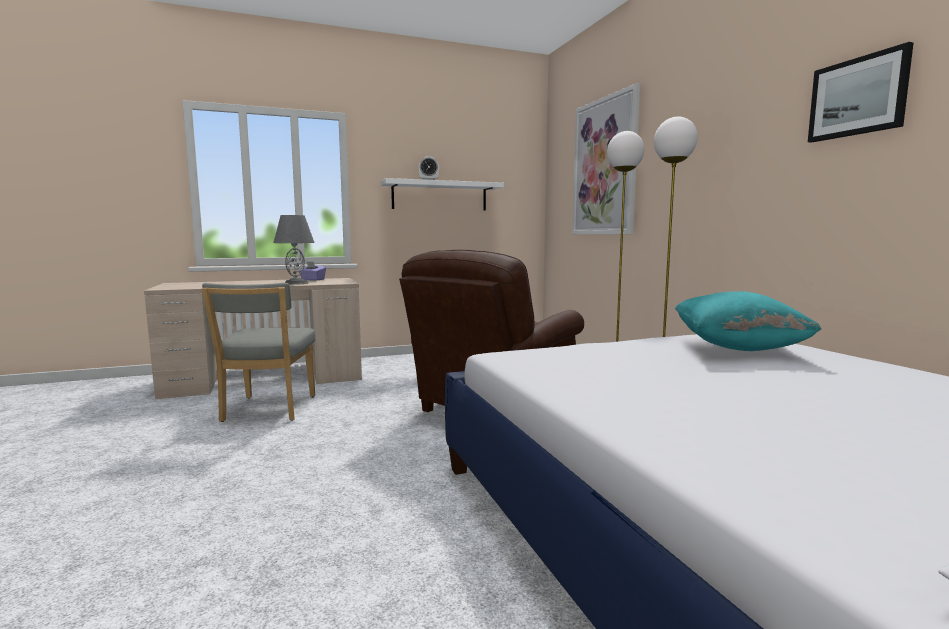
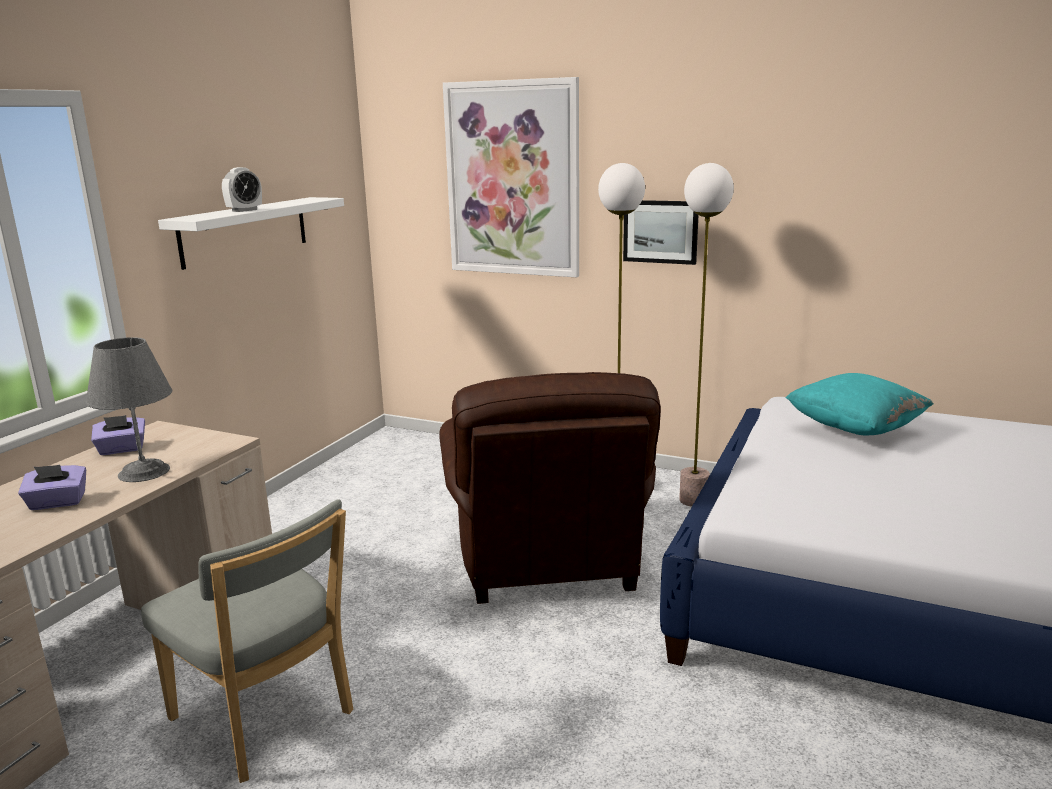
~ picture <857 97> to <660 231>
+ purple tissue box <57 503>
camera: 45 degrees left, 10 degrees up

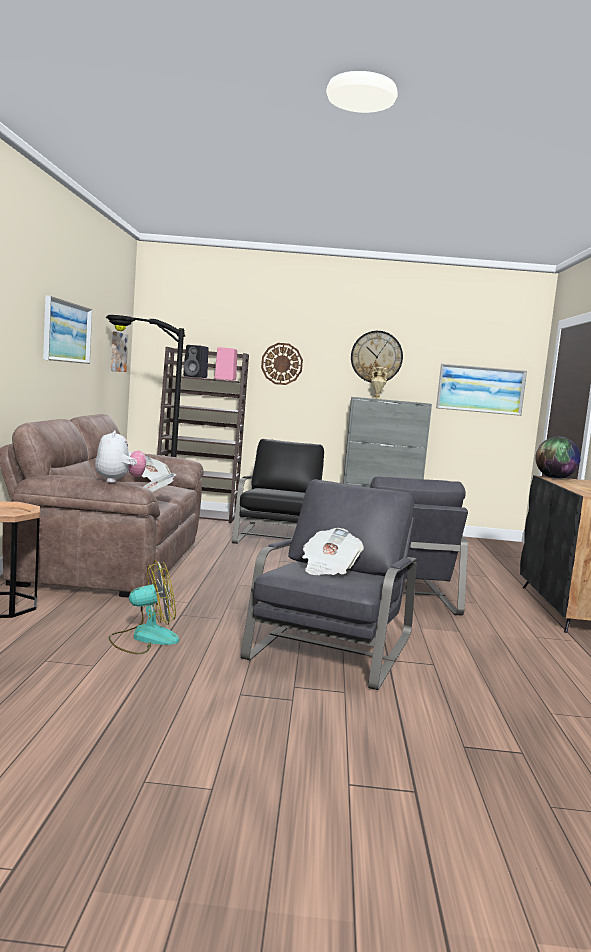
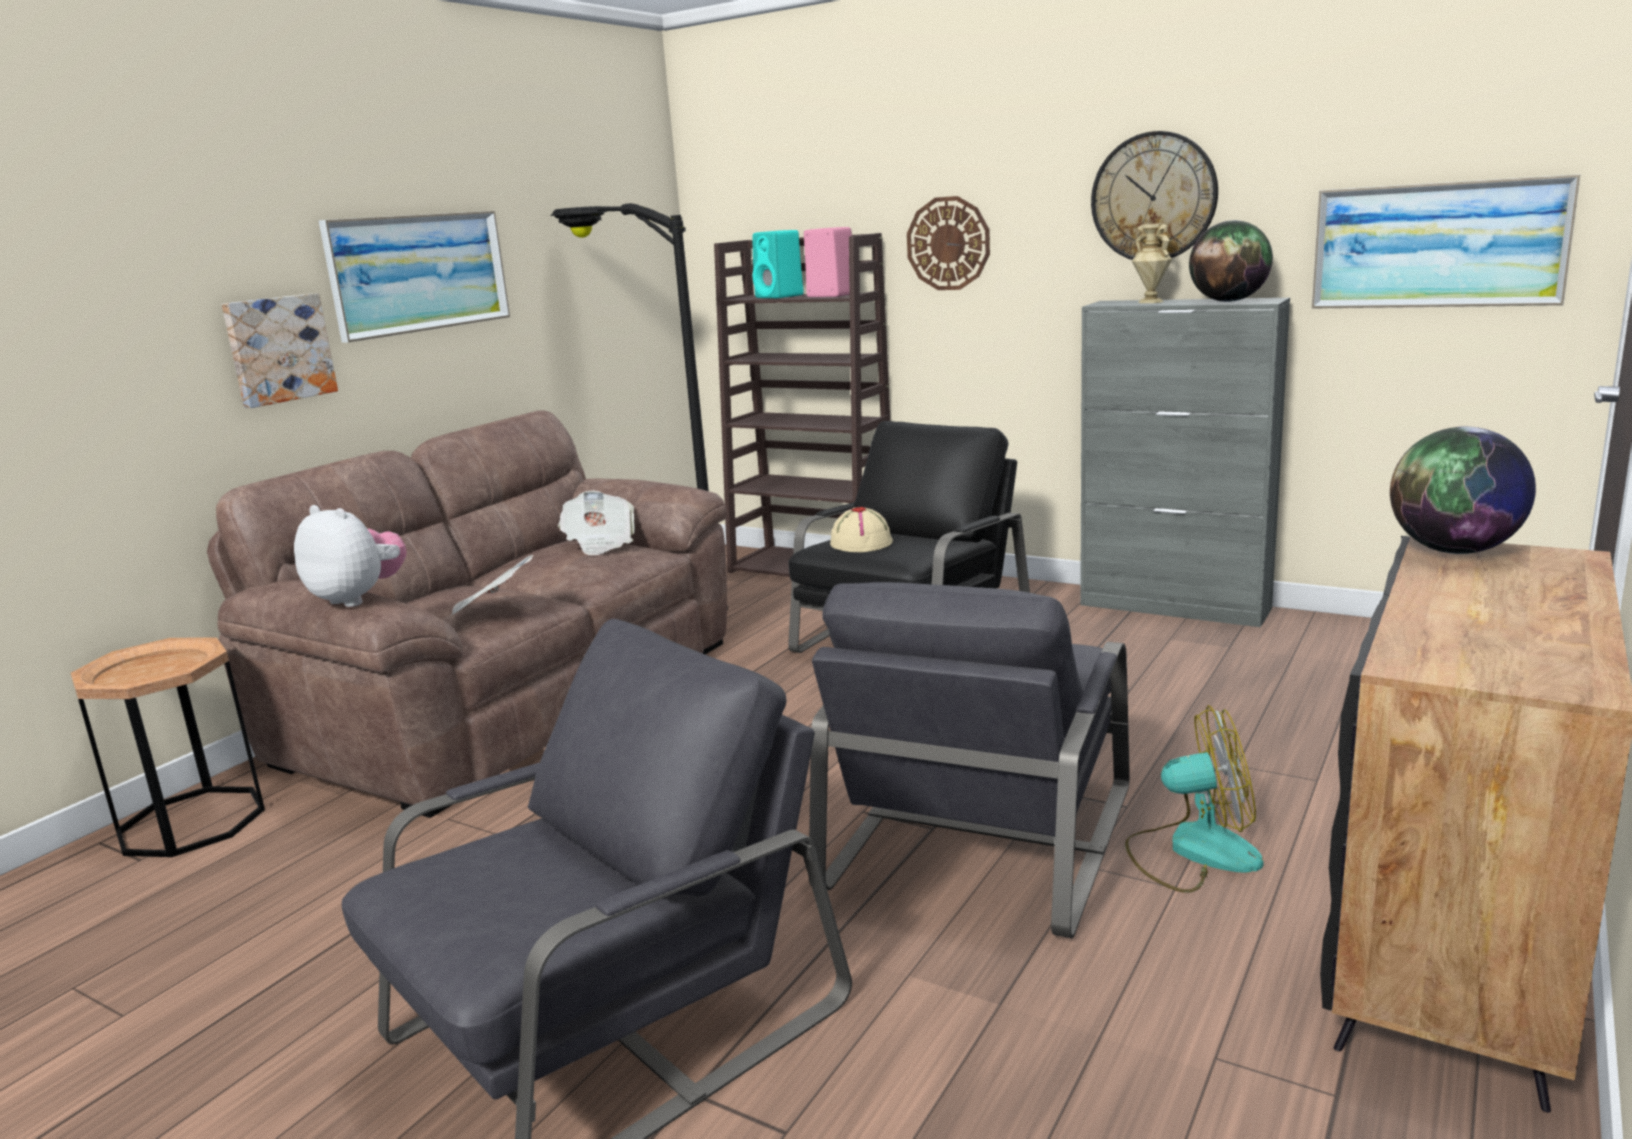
~ plush toy <119 481> = <358 598> 75 degrees counterclockwise
~ fan <144 638> to <1192 851>
~ picture <117 352> to <278 349>
~ black speaker <196 377> to turquoise speaker <780 296>
- newspaper <328 569>
+ beige hat <861 543>
+ globe <1228 301>
camera: 30 degrees right, 10 degrees up

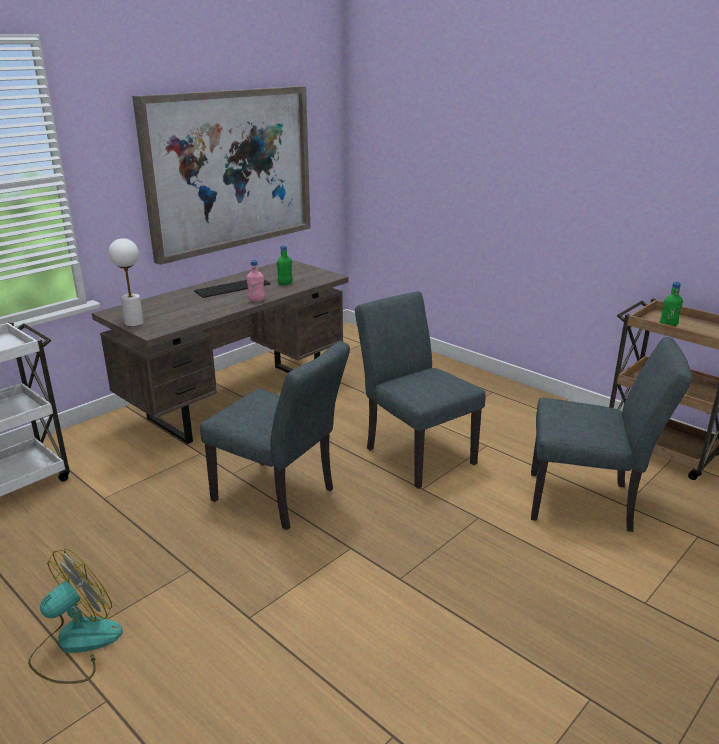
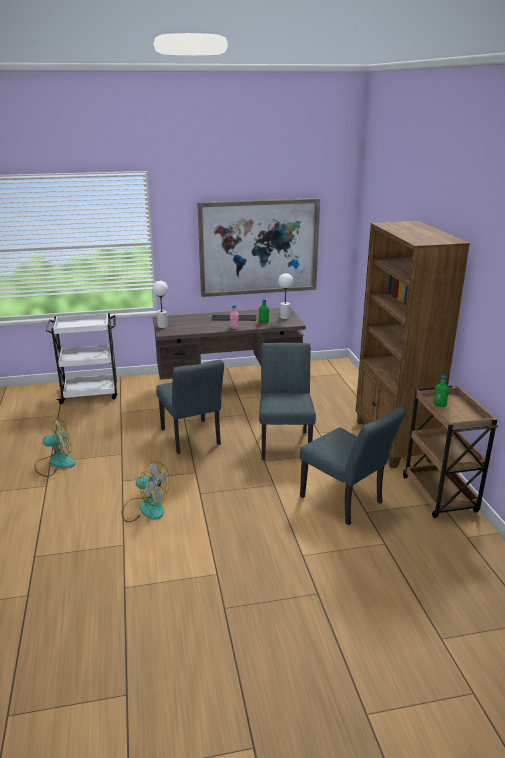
+ fan <145 508>
+ white table lamp <284 317>
+ brown bookcase <393 441>
camera: 35 degrees right, 0 degrees up

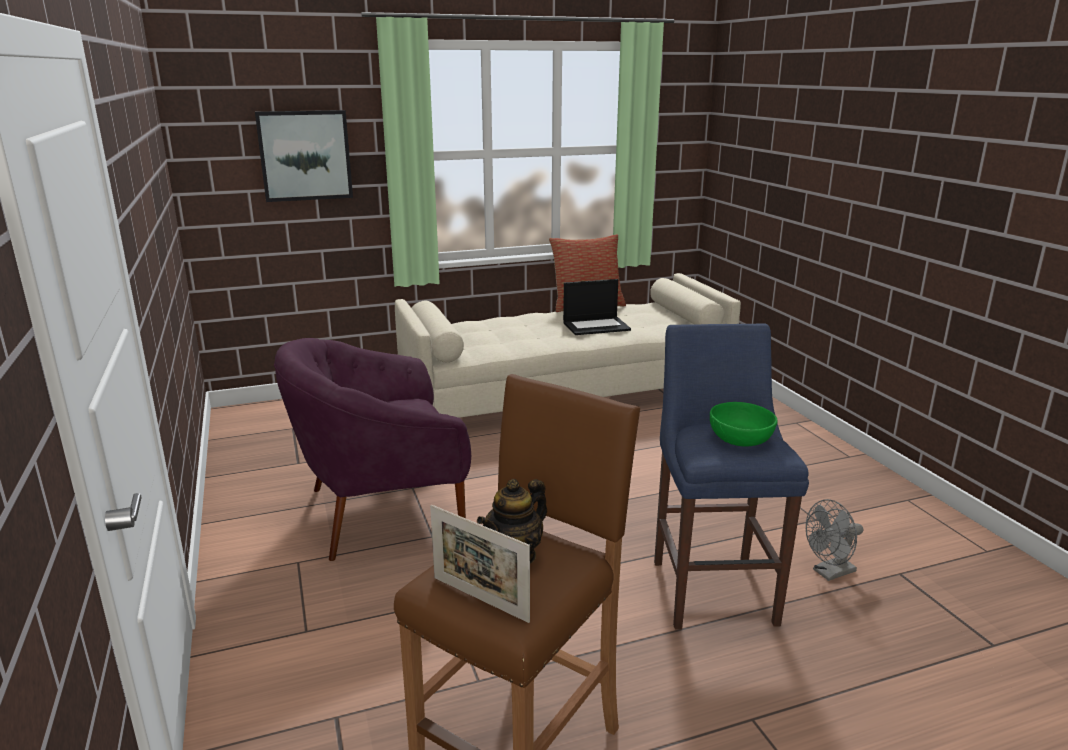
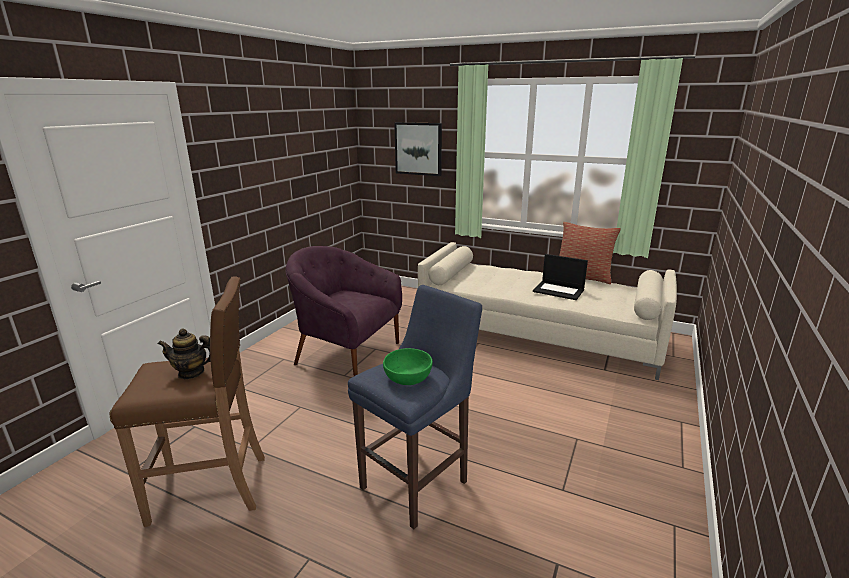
- picture frame <480 599>
- grey fan <829 573>
camera: 45 degrees right, 0 degrees up

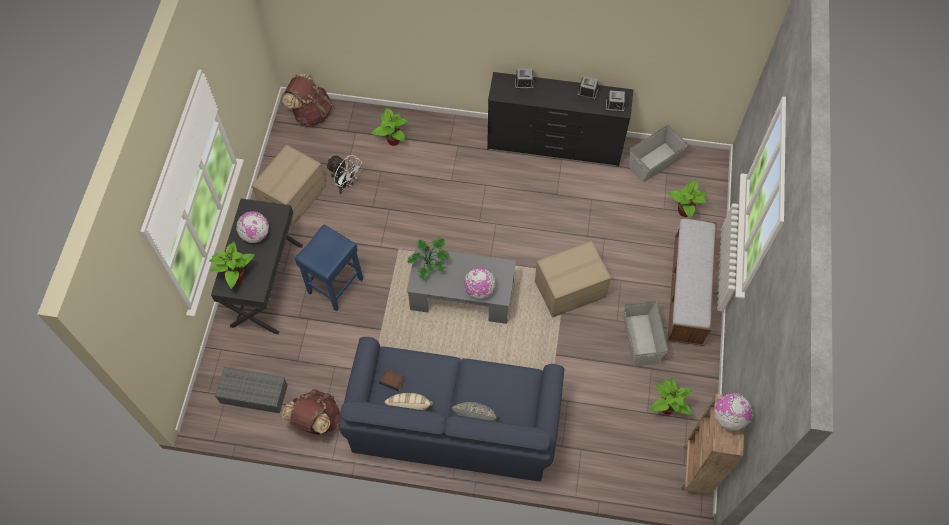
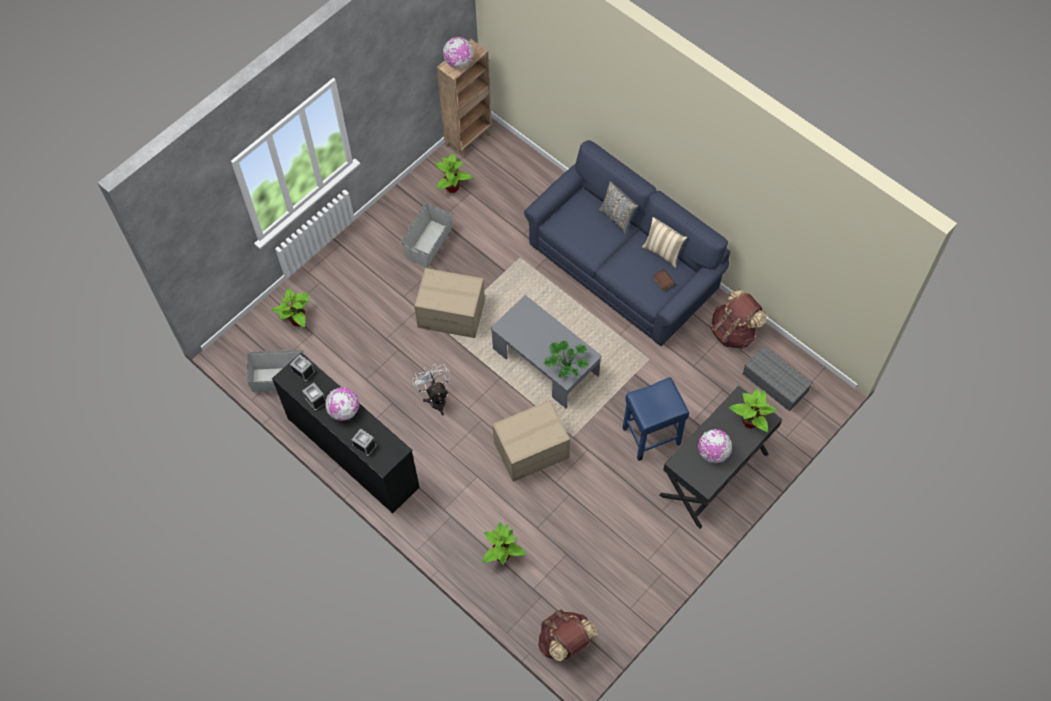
~ cardboard box <292 196> to <531 451>
~ white fan <346 184> to <436 398>
~ globe <479 290> to <344 411>
- bench <687 291>
camera: 145 degrees left, 0 degrees up

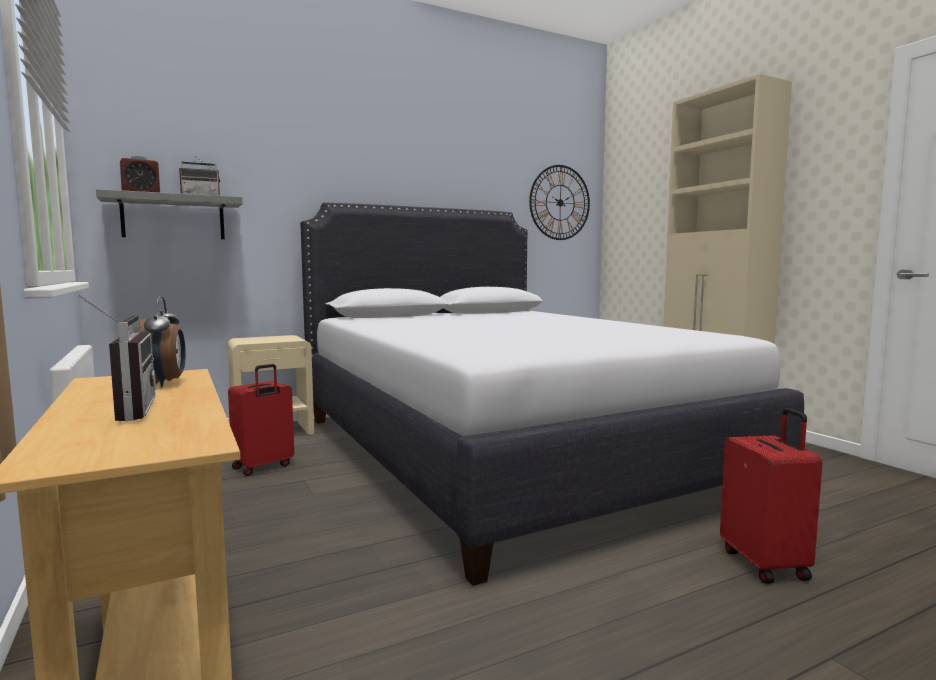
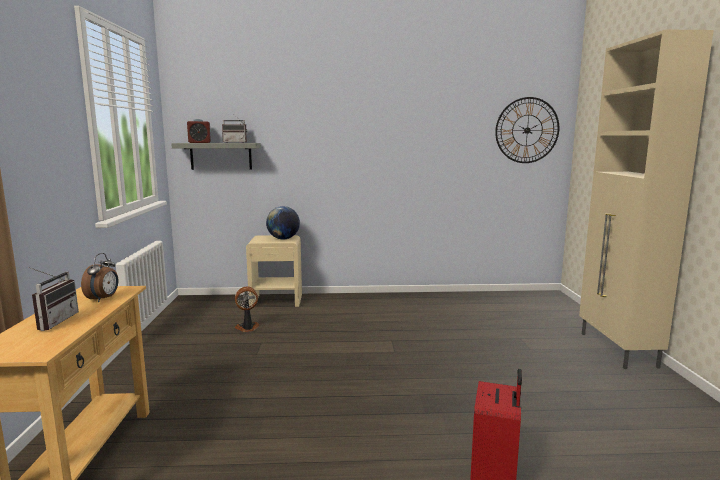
~ red suitcase <263 467> to fan <247 328>
- white bed <503 451>
+ globe <283 239>
camera: 25 degrees right, 5 degrees up

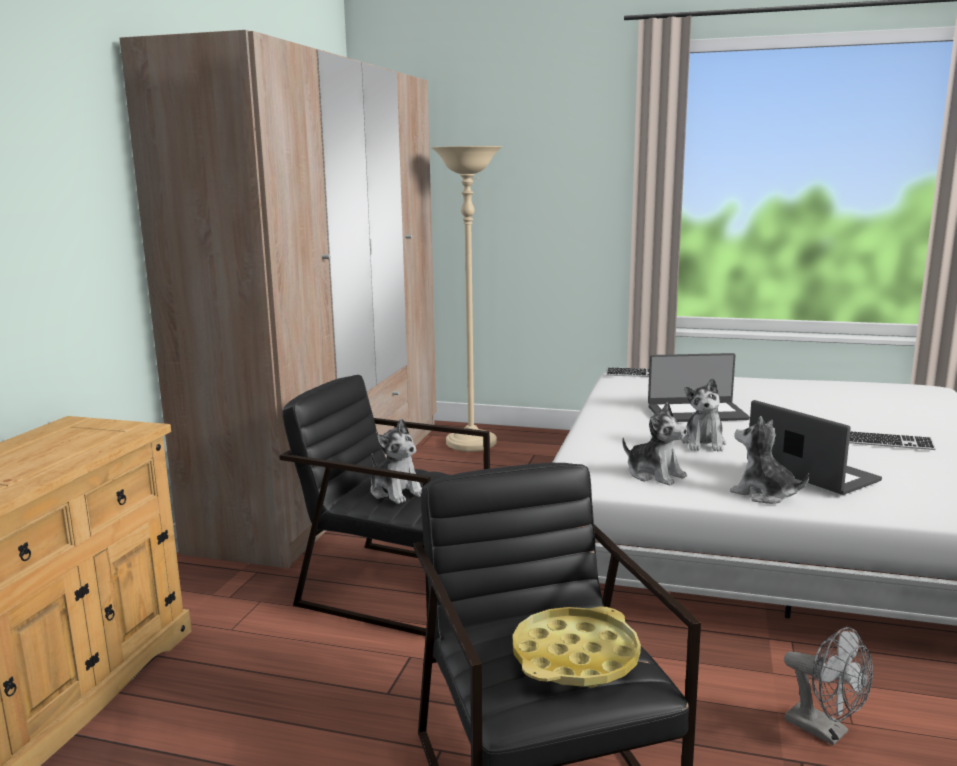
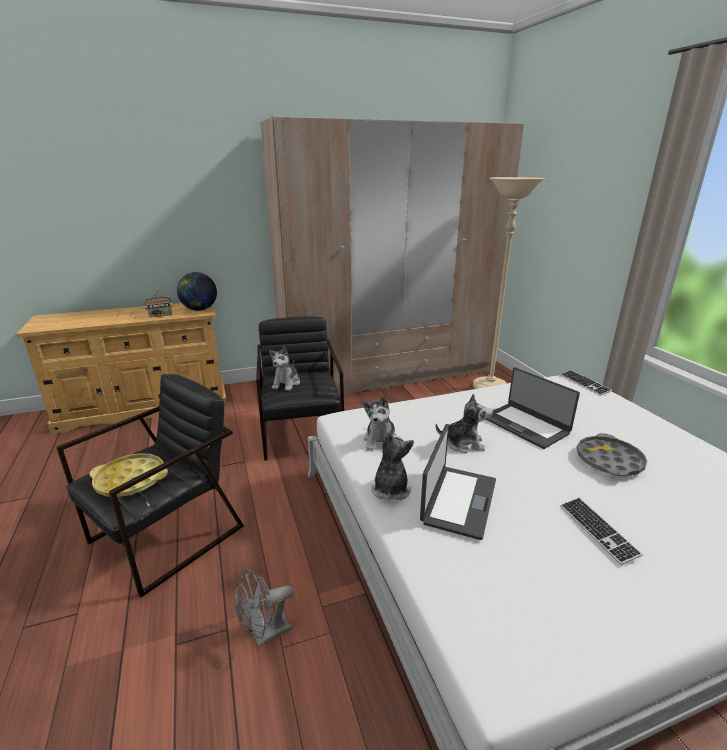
~ plush toy <704 443> = <463 443> 150 degrees counterclockwise
~ grey fan <825 731> = <265 634> 45 degrees clockwise
+ radio <160 315>
+ globe <199 310>
+ grey tray <609 460>
camera: 55 degrees right, 10 degrees up

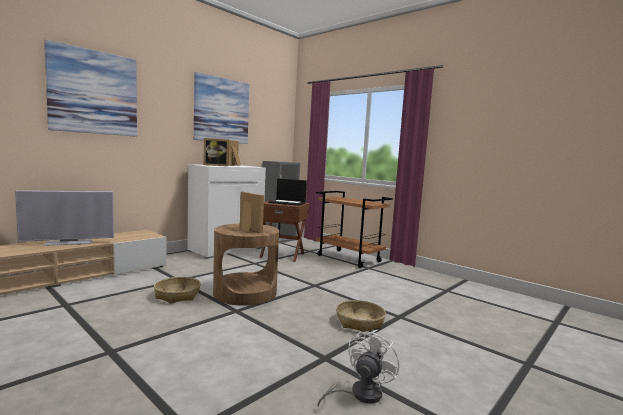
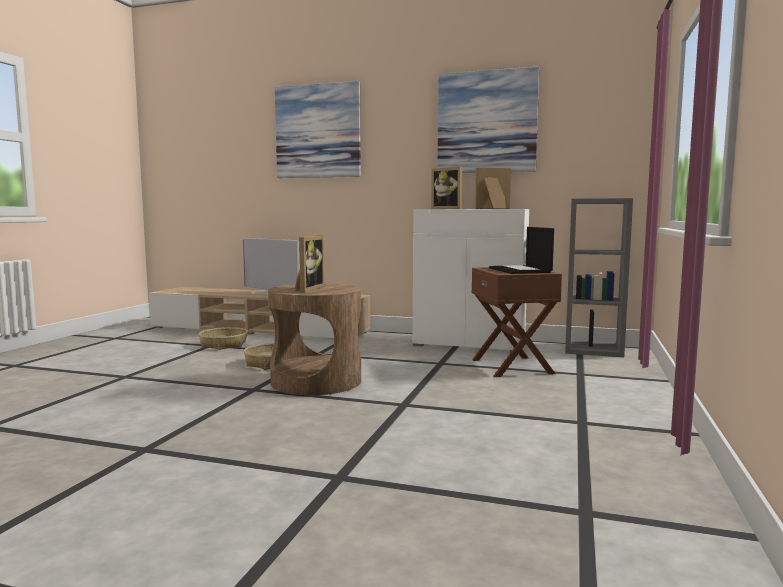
- brown cart <349 258>
- white fan <359 394>
~ basket <359 322> to <224 344>
camera: 65 degrees right, 0 degrees up

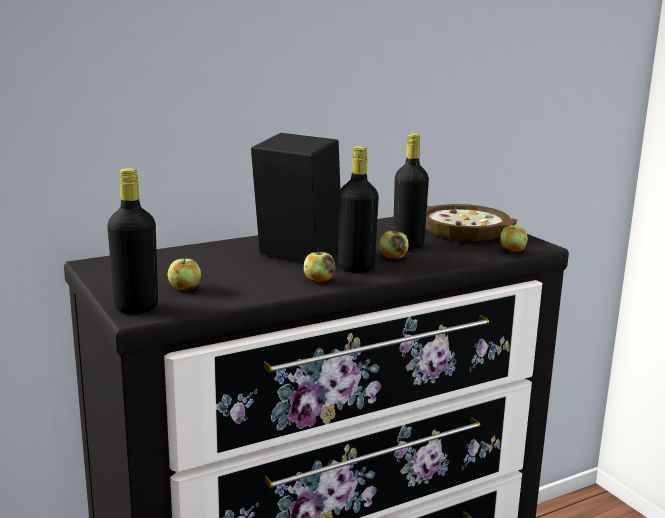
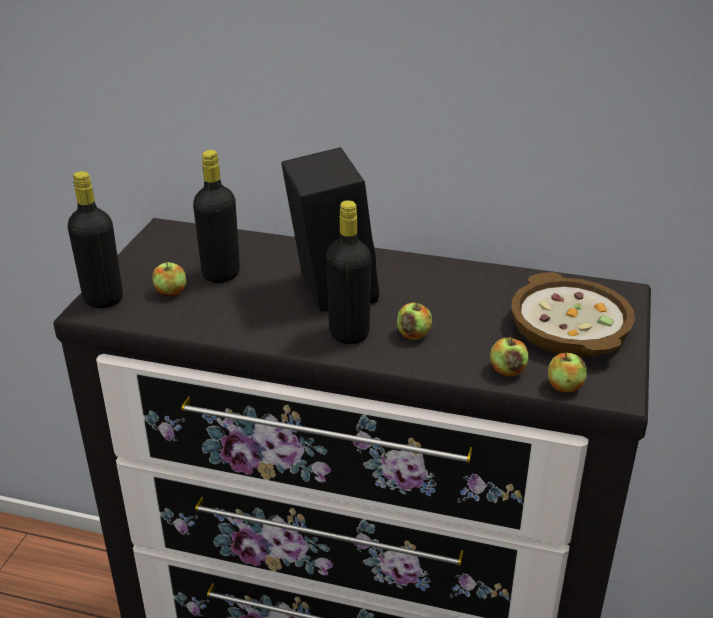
~ apple <319 280> to <507 370>
~ black bottle <408 245> to <221 274>
camera: 45 degrees right, 15 degrees up

